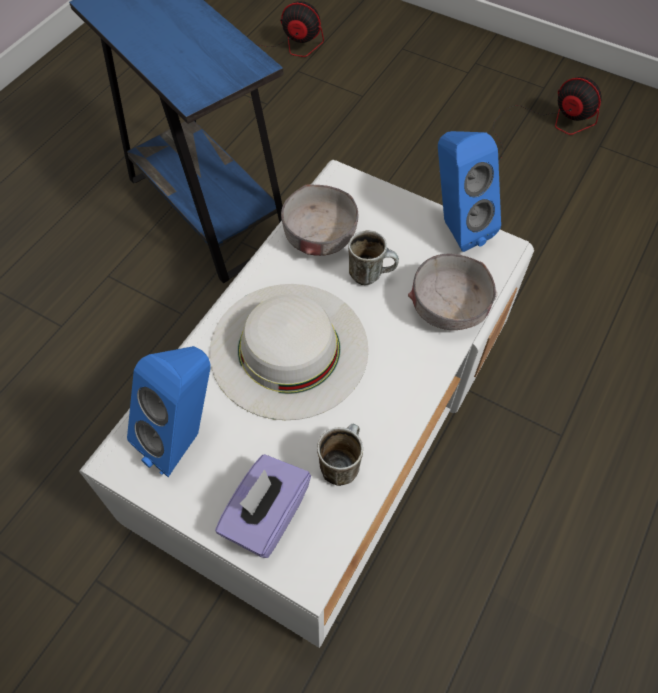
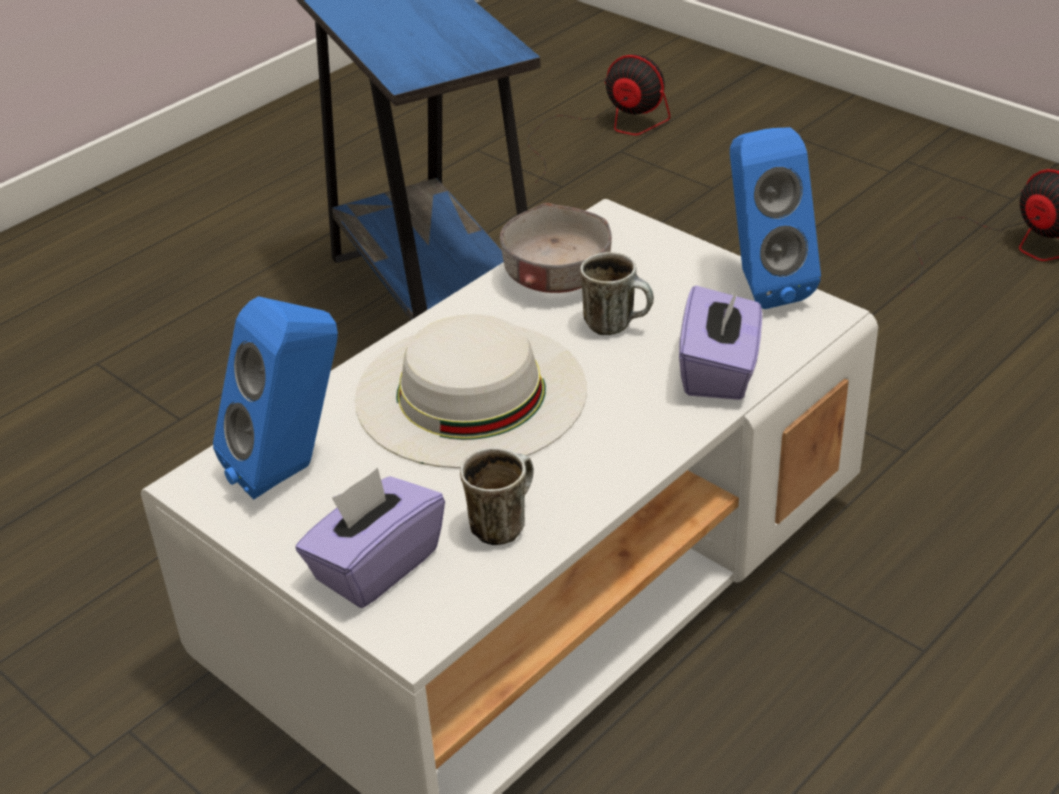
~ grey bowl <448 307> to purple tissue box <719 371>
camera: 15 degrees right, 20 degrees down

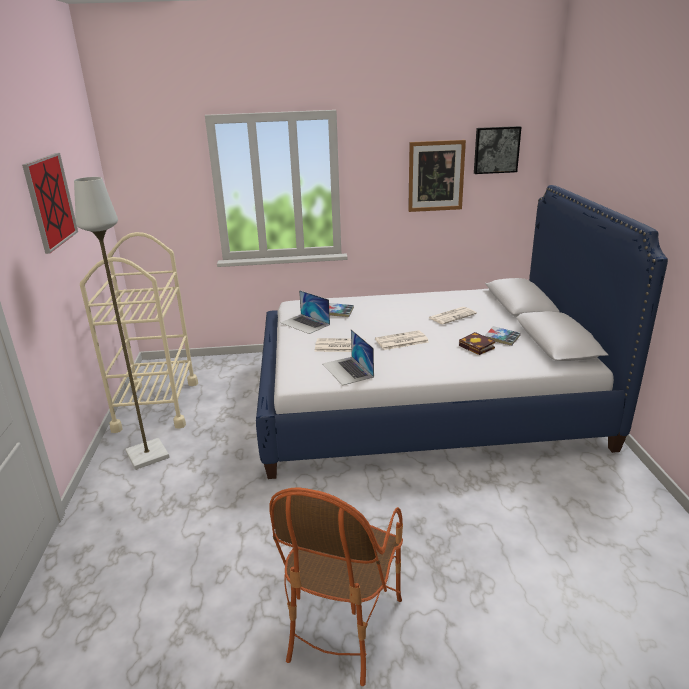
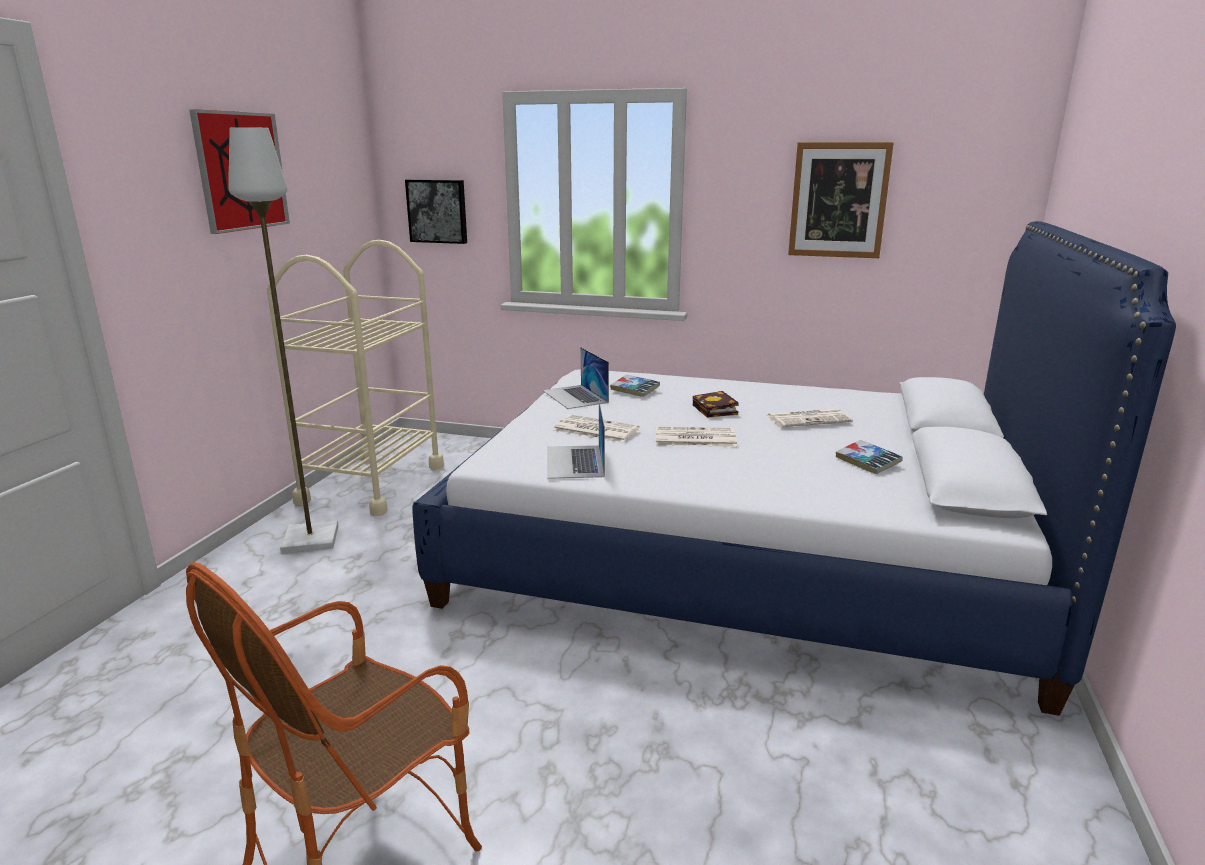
~ book <478 347> to <716 410>
~ picture <496 150> to <438 211>
camera: 20 degrees right, 5 degrees down

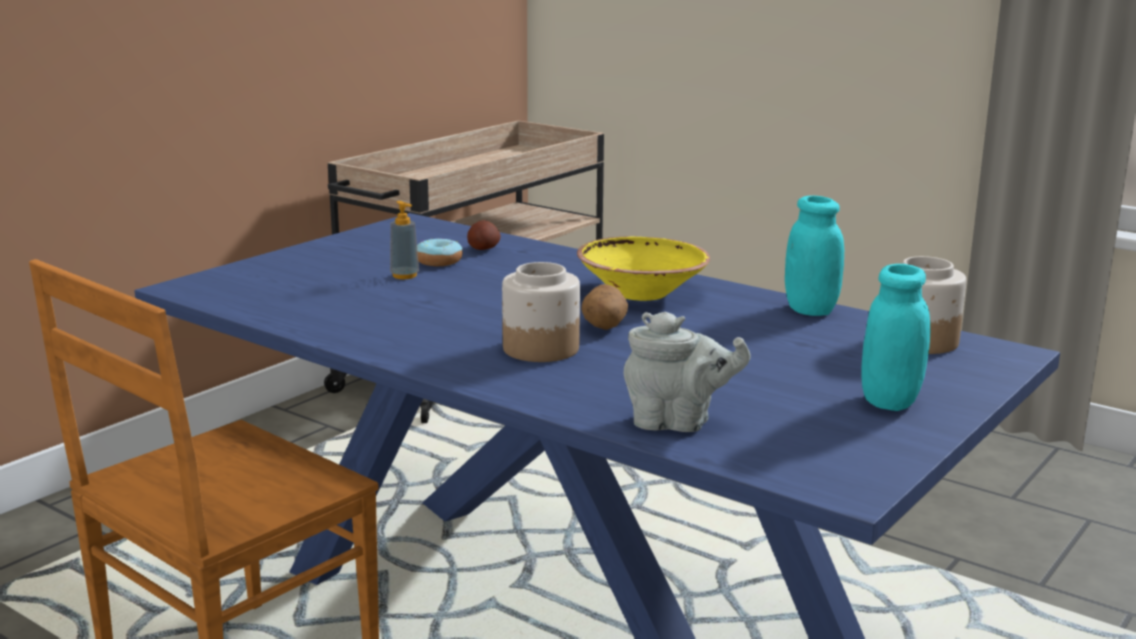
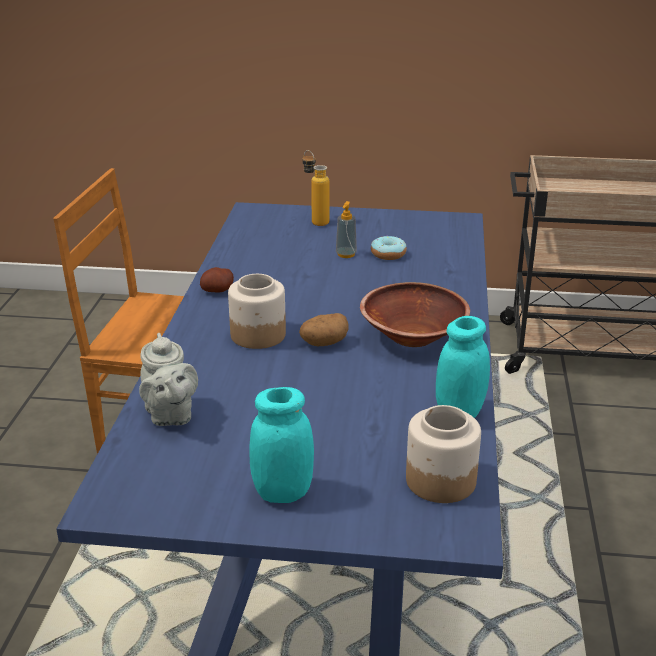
~ potato <484 249> to <217 290>
~ yellow bowl <641 292> to brown bowl <413 336>
+ bottle <315 221>
camera: 60 degrees right, 10 degrees up

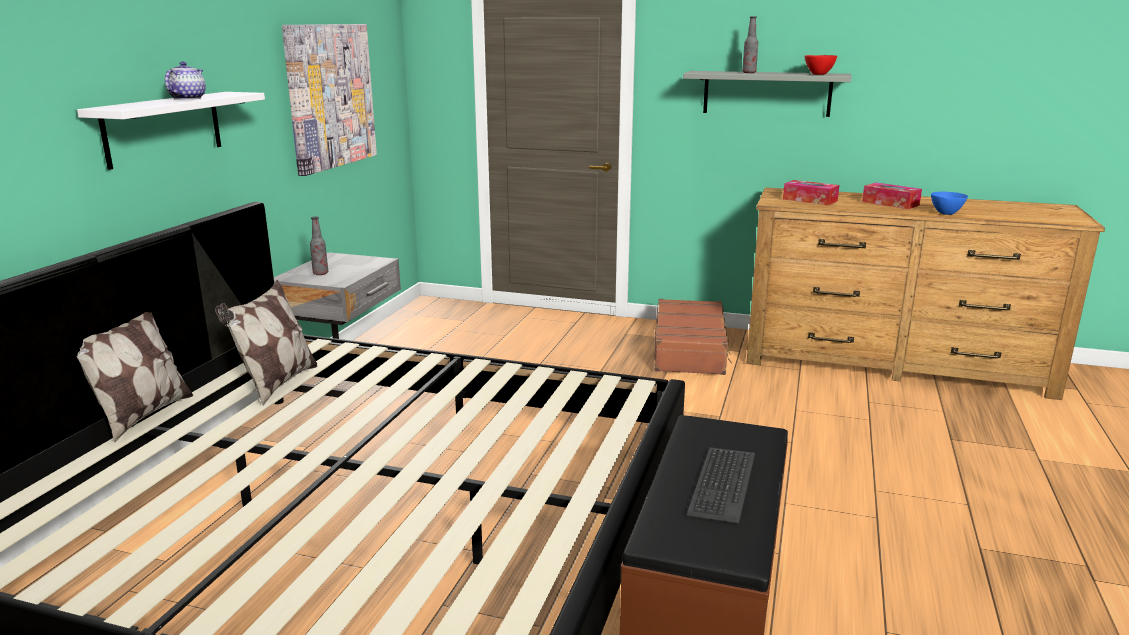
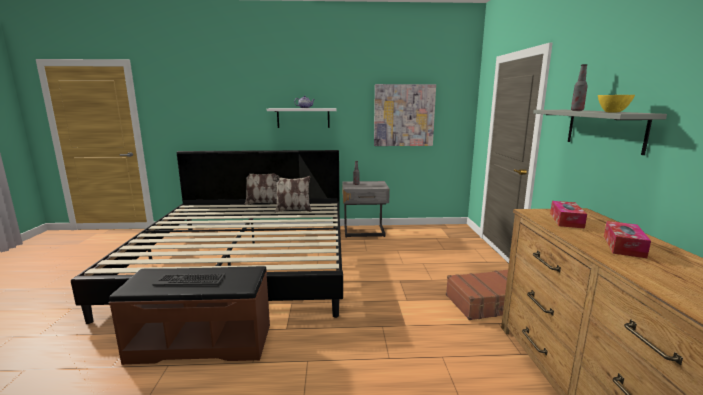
~ red bowl <818 74> to yellow bowl <613 112>
- blue bowl <946 213>
camera: 70 degrees right, 5 degrees down

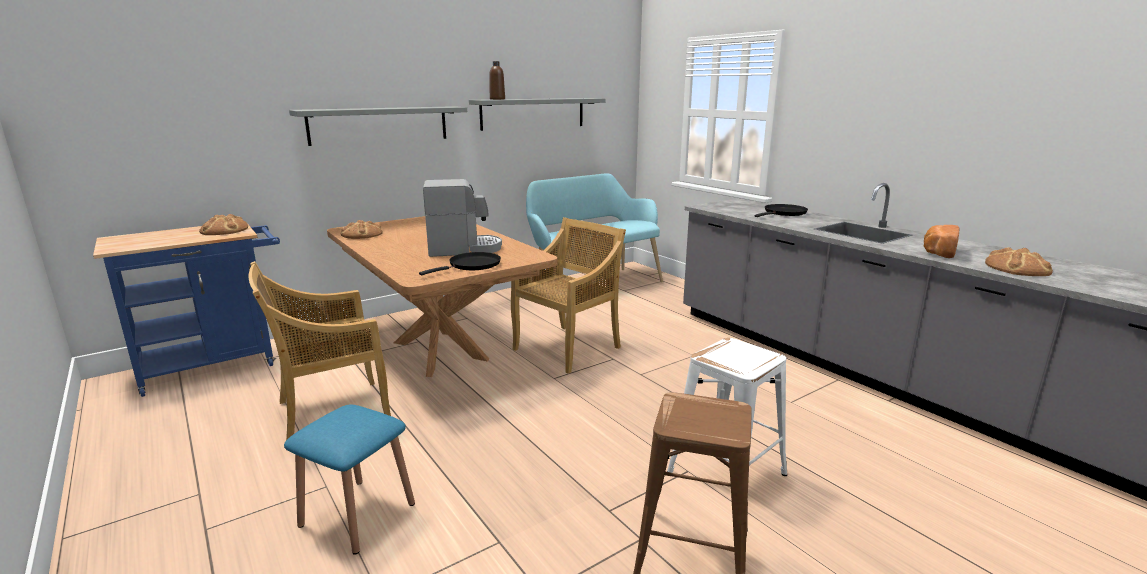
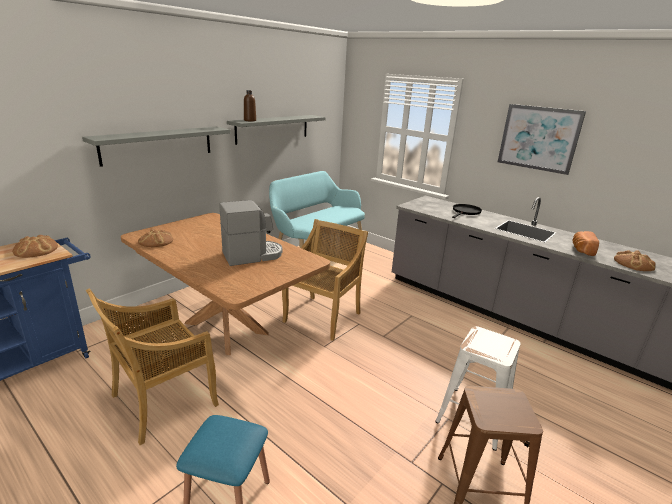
- black frying pan <472 265>
+ picture <538 138>
camera: 15 degrees left, 5 degrees up

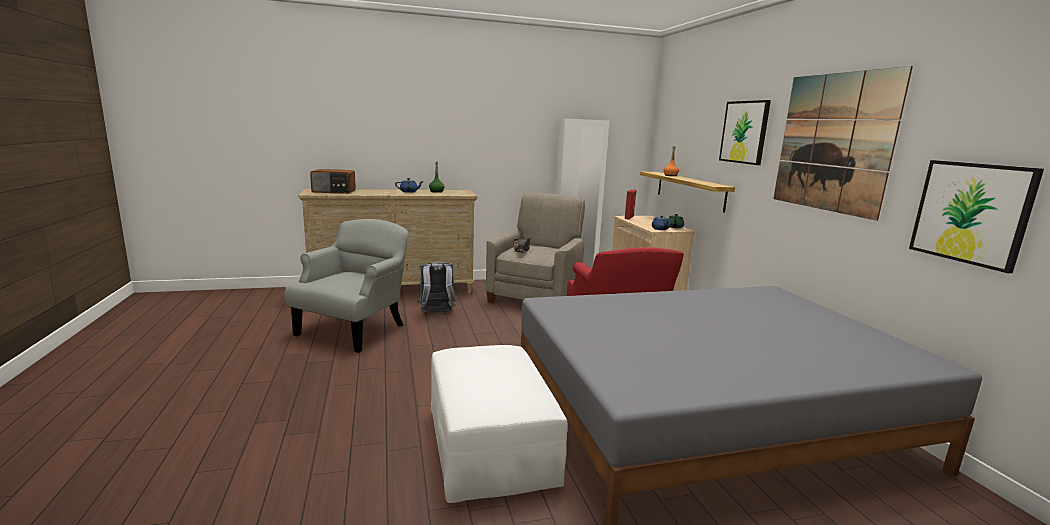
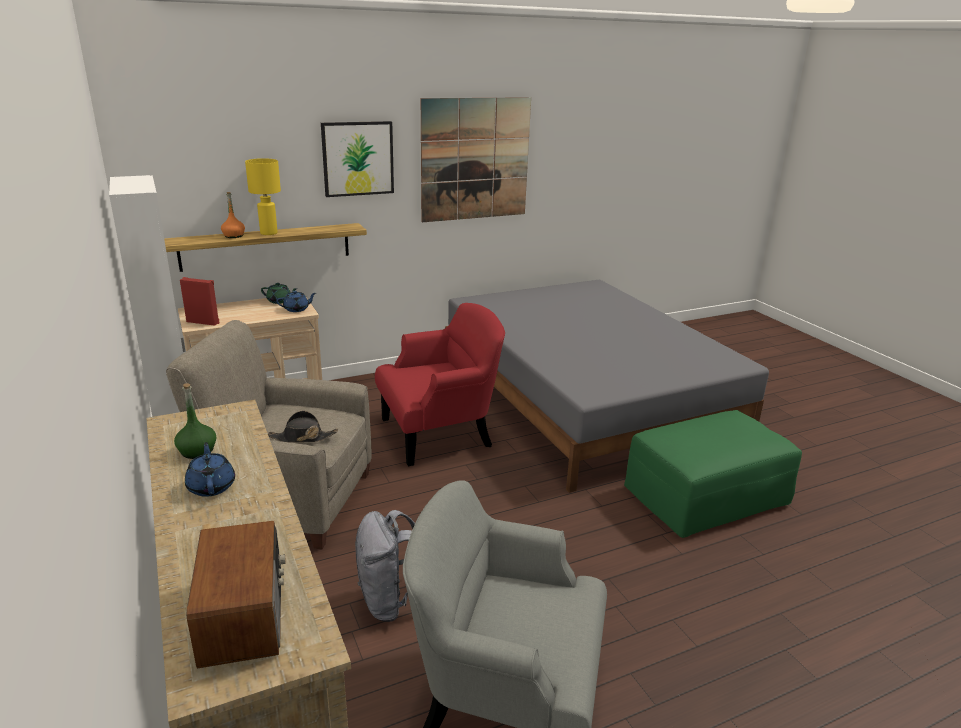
~ white ottoman <490 445> to green ottoman <705 496>
- picture <971 213>
+ yellow table lamp <268 233>
camera: 100 degrees left, 10 degrees up

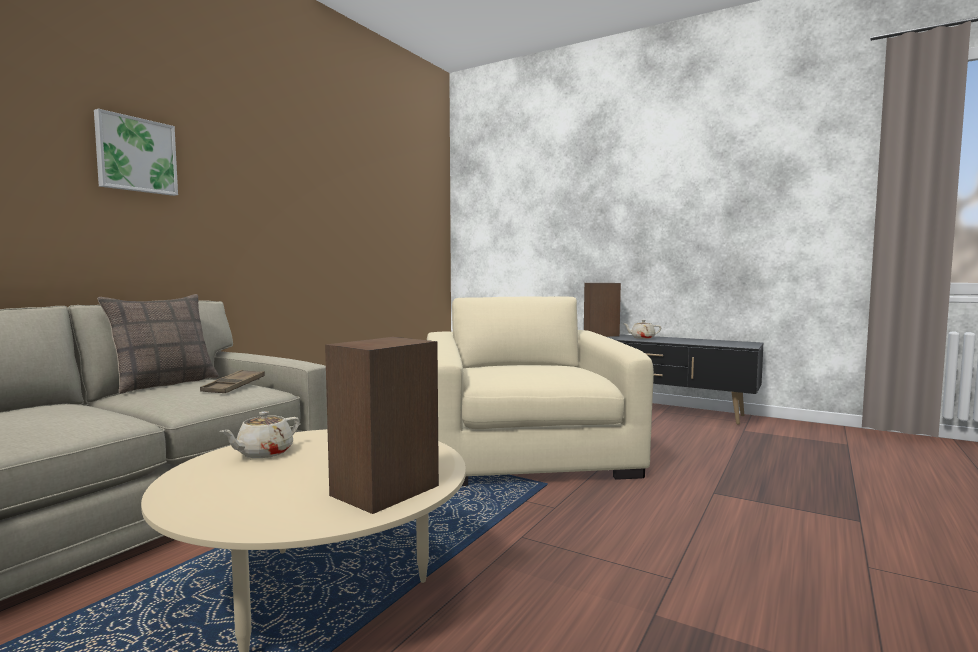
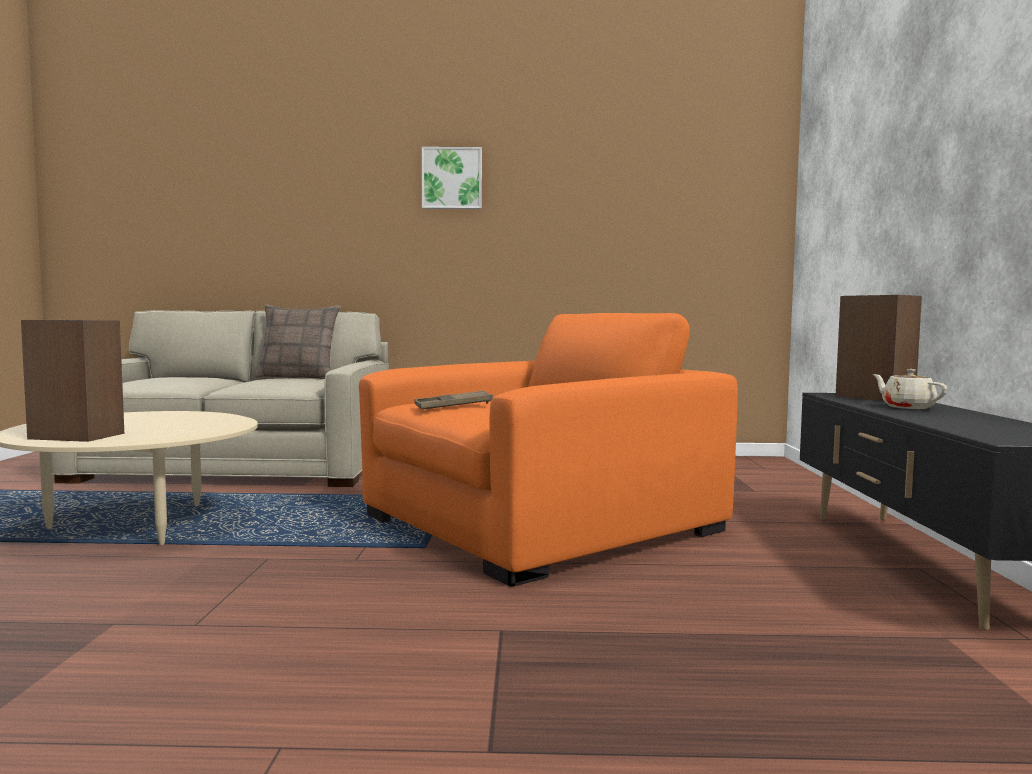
~ picture <136 155> to <452 178>
~ brown tray <234 386> to <453 406>
- beige teapot <263 453>
~ beige armchair <524 448> to orange armchair <539 523>
camera: 60 degrees right, 0 degrees up

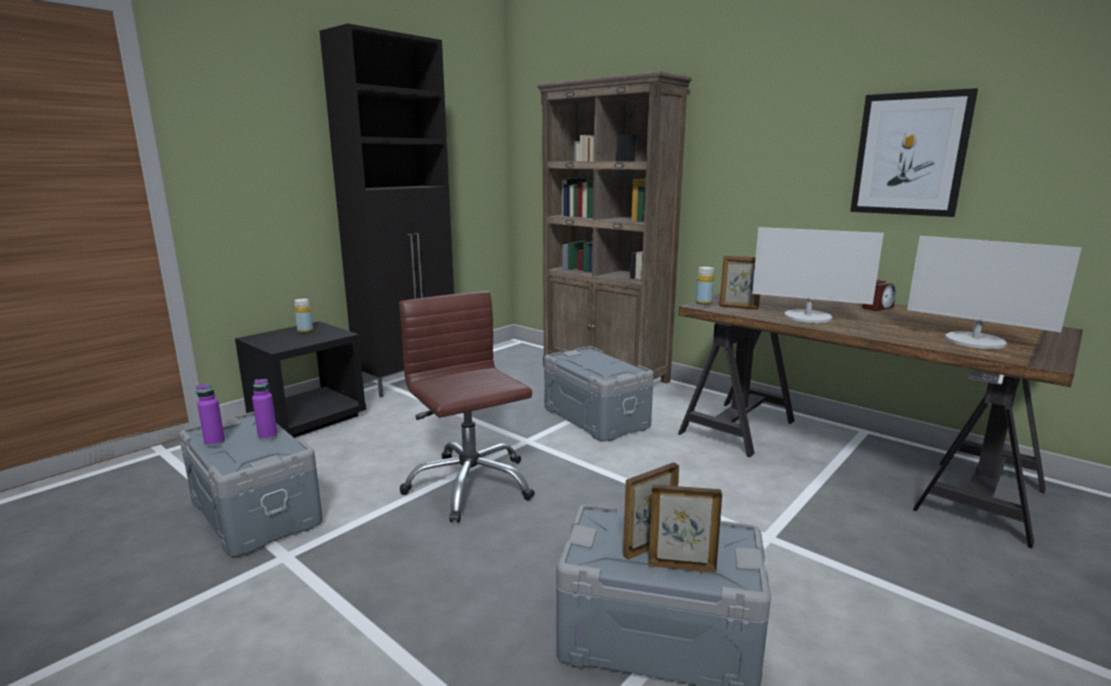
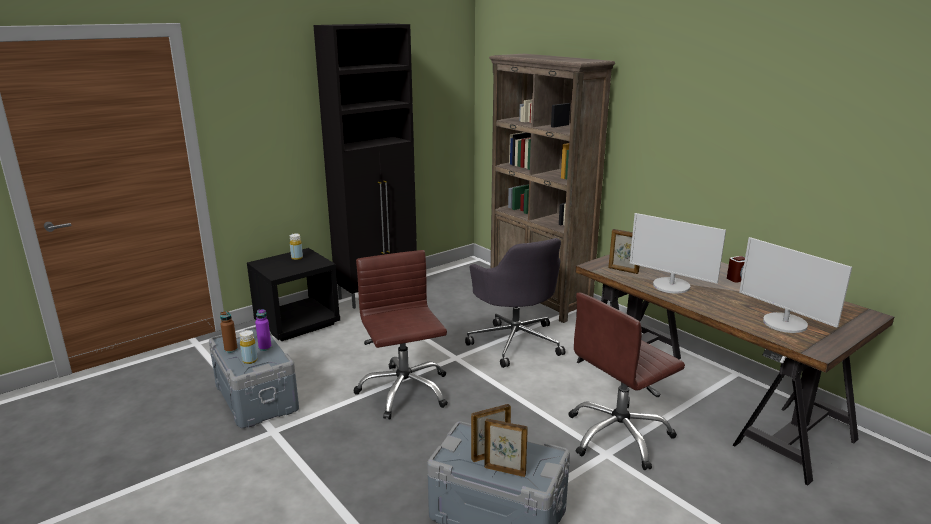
~ purple bottle <214 442> to brown bottle <231 349>
~ grey storage box <594 418> to grey office chair <515 341>
~ yellow bottle <703 303> to <250 360>
- picture <910 154>
+ brown office chair <619 436>
camera: 10 degrees right, 5 degrees up

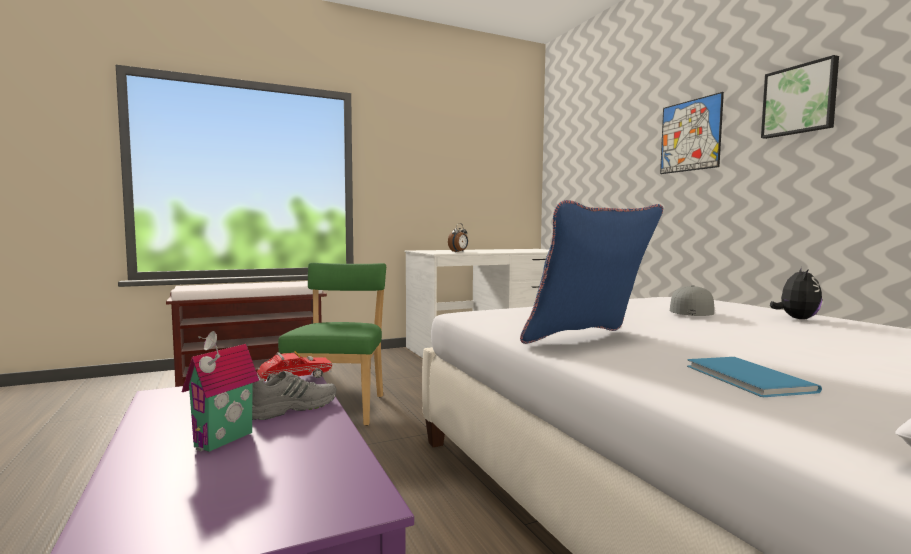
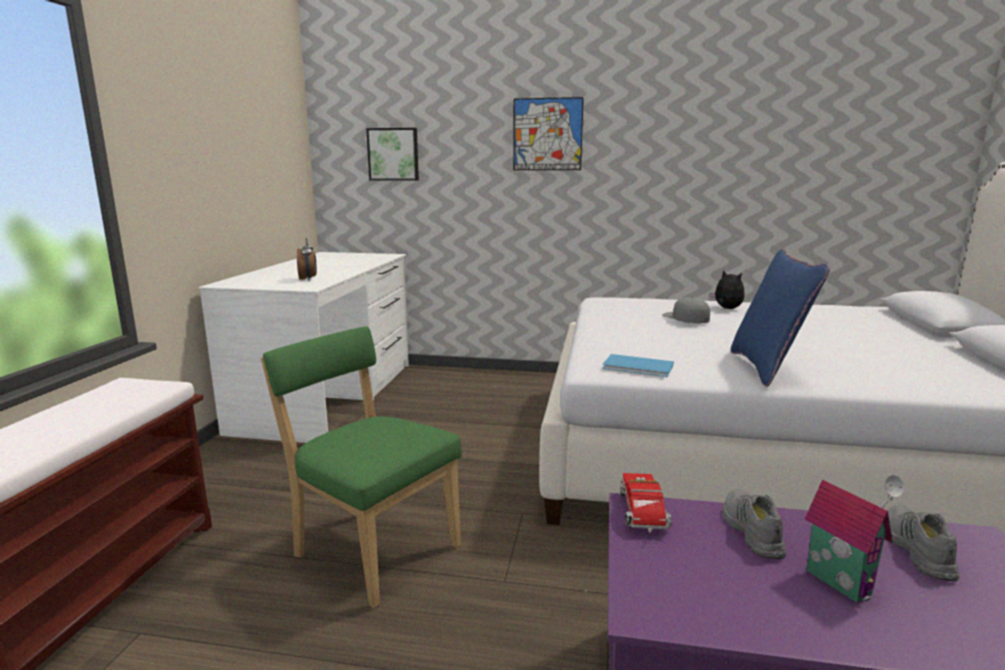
~ blue book <747 379> to <639 367>
~ picture <800 100> to <393 154>
+ grey shoe <915 549>
camera: 55 degrees left, 10 degrees up

